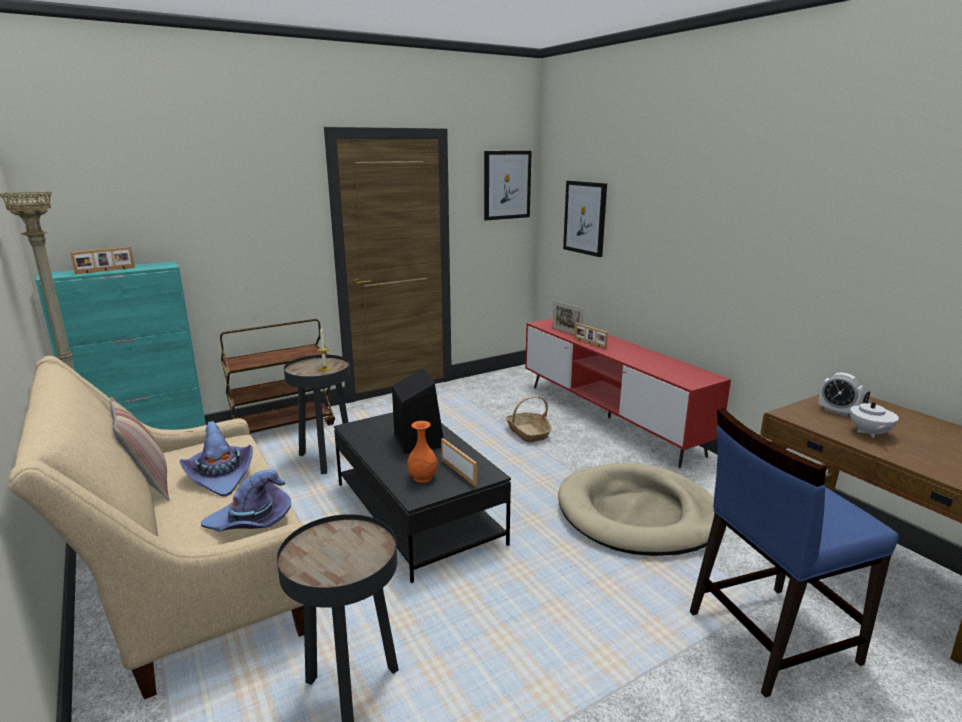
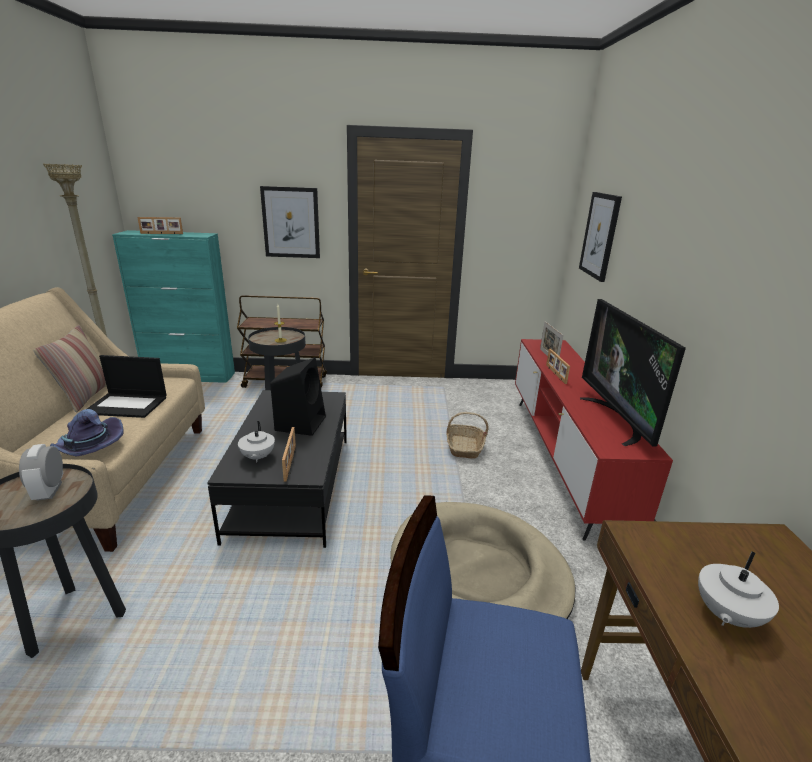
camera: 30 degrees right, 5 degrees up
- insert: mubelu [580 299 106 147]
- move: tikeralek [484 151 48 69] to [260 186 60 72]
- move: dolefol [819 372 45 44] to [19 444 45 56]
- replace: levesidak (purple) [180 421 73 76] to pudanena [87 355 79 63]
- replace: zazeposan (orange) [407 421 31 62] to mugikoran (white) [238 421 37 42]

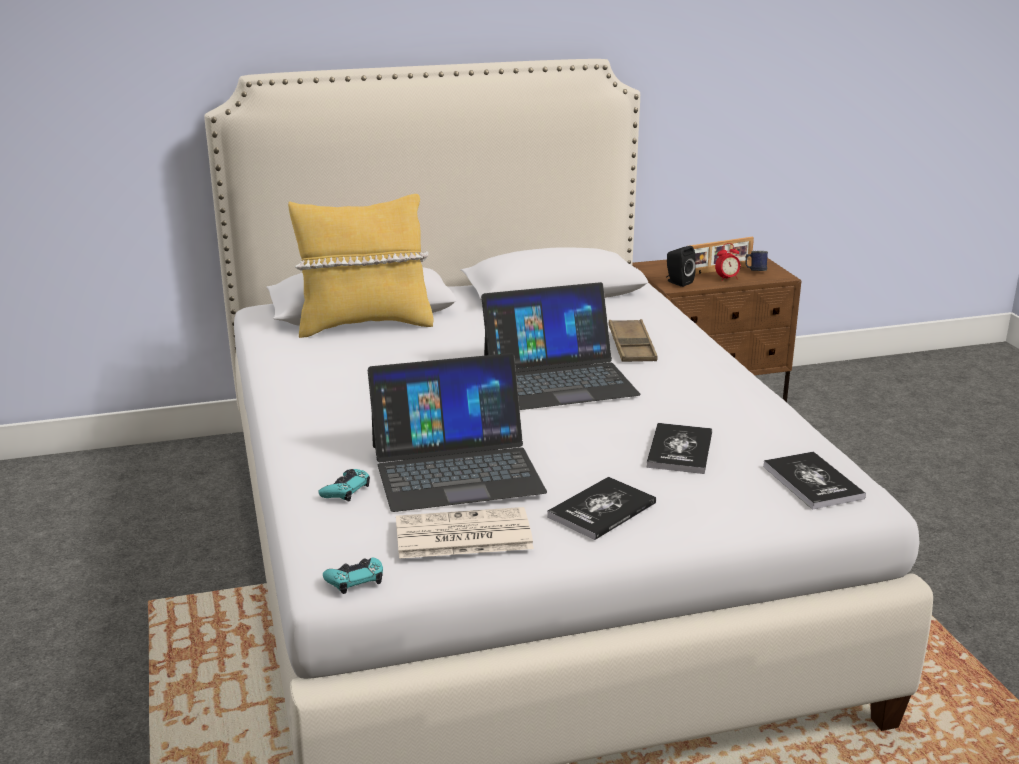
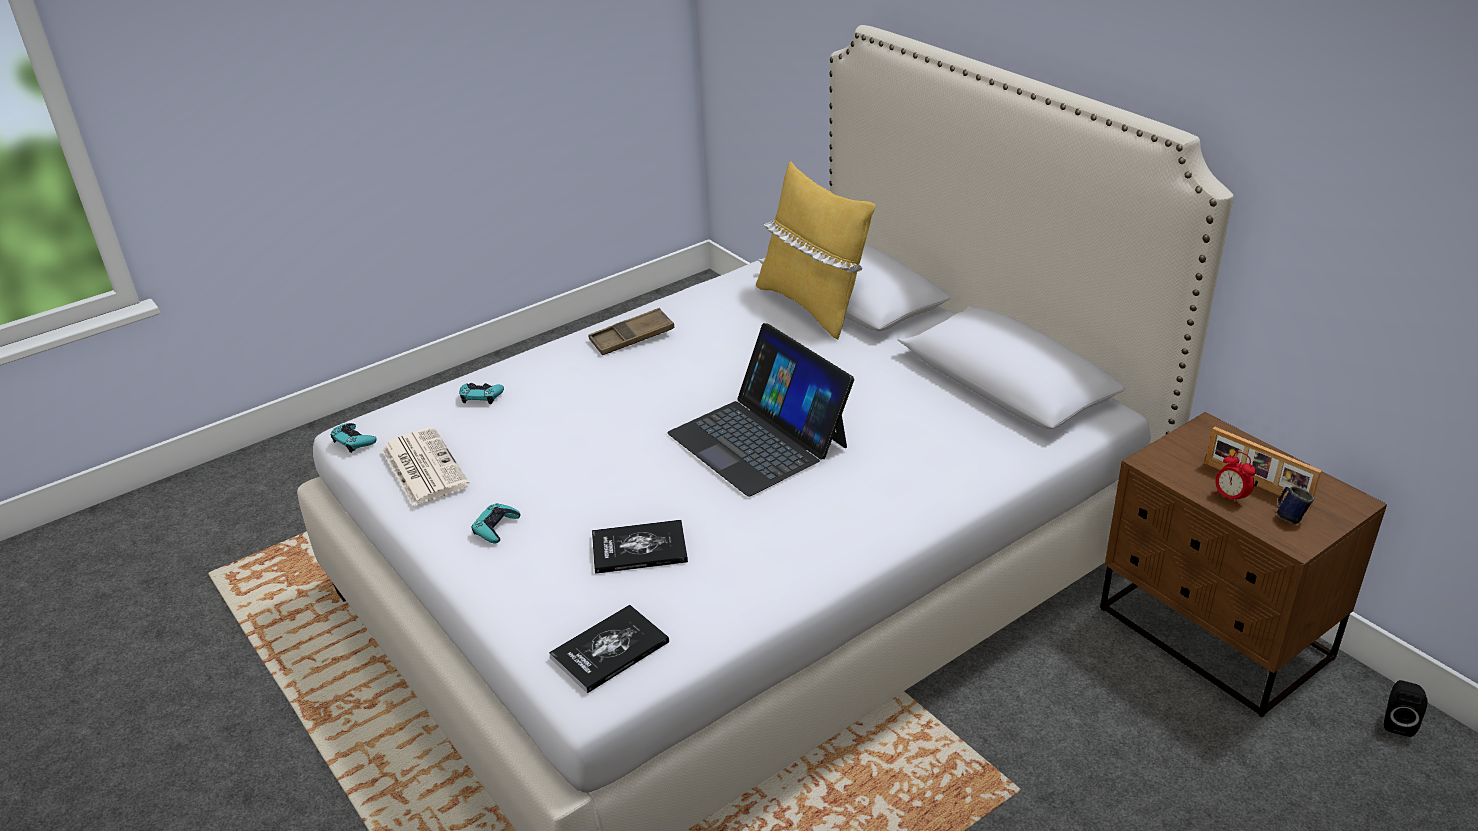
camera: 70 degrees right, 10 degrees up
- delete: pudanena [368 353 179 159]
- move: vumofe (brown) [609 319 49 43] to [588 308 86 47]
- move: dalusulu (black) [666 246 30 41] to [1384 680 44 57]
- replace: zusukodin [547 477 109 63] to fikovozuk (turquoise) [472 503 48 40]

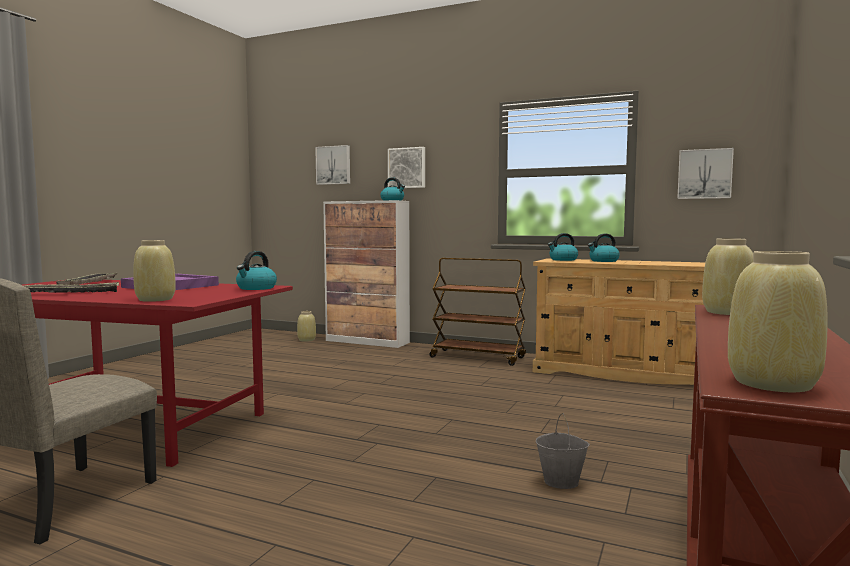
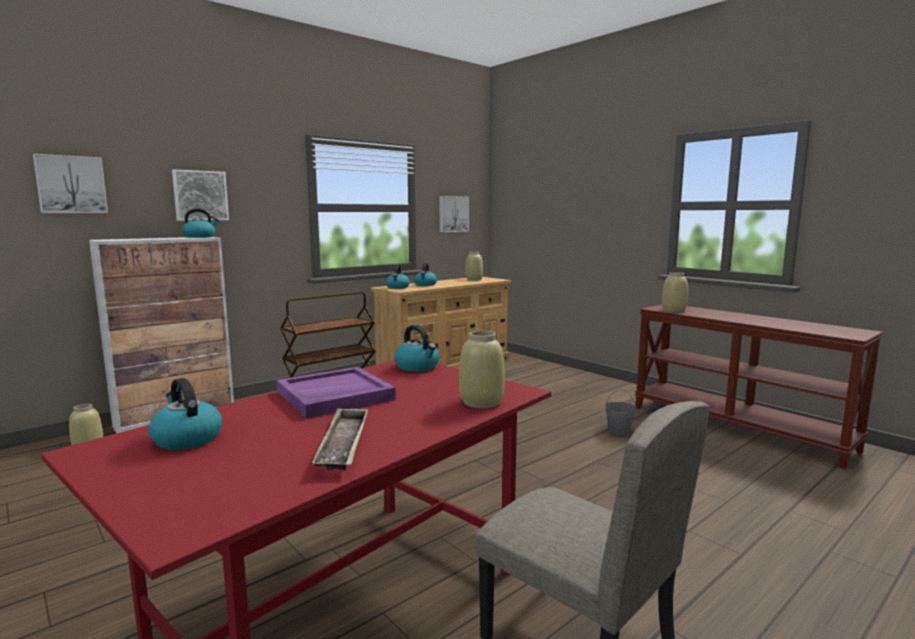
camera: 65 degrees left, 5 degrees up
- move: zazeposan (beige) [728 251 100 141] to [465 252 18 29]
- replace: vumofe [54 273 63 12] to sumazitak [148 378 74 72]

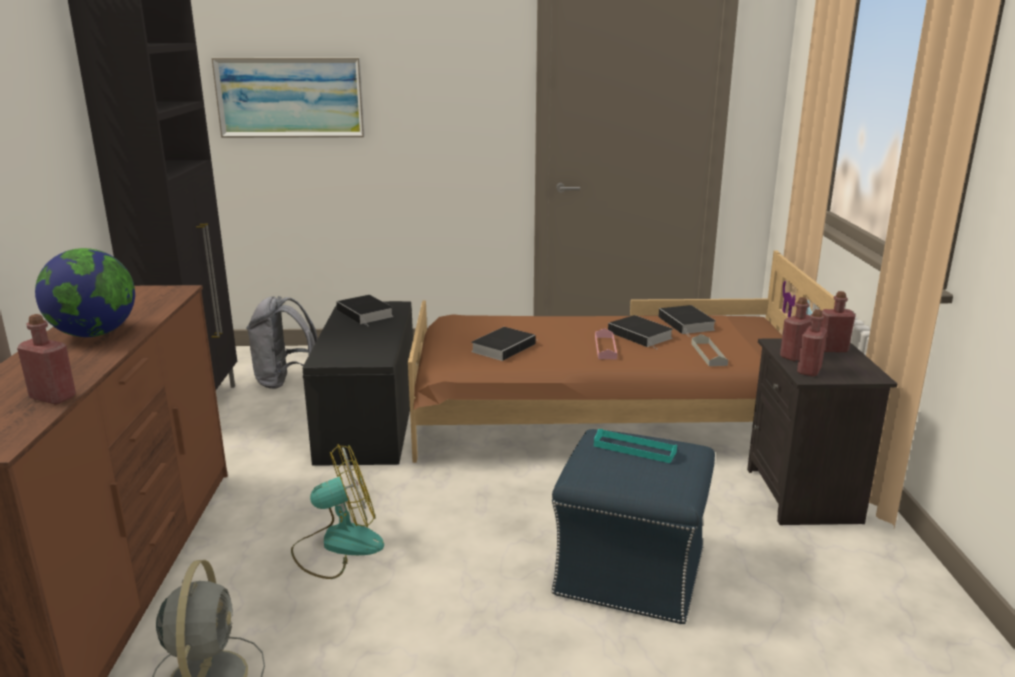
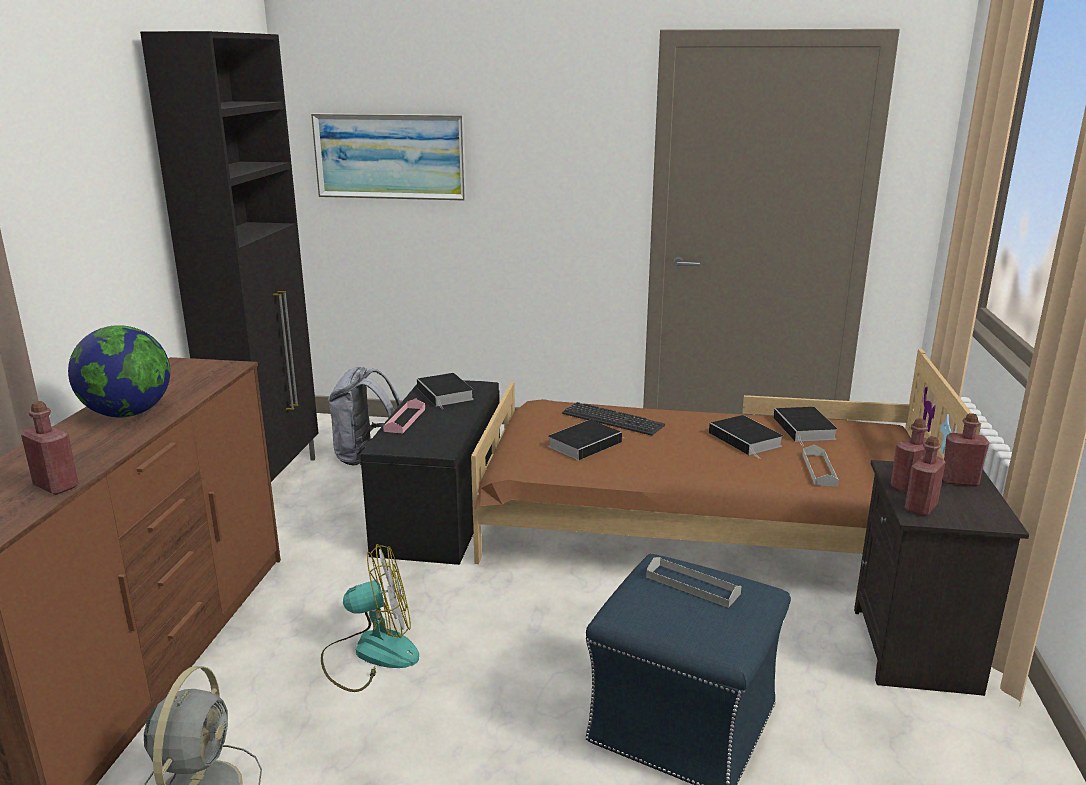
camera: 10 degrees right, 0 degrees up
- insert: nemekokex [562 402 103 34]
- move: vumofe (pink) [595 328 22 31] to [383 398 42 36]
- recolor: vumofe (turquoise) [594 429 83 34] to vumofe (grey) [646 557 96 51]

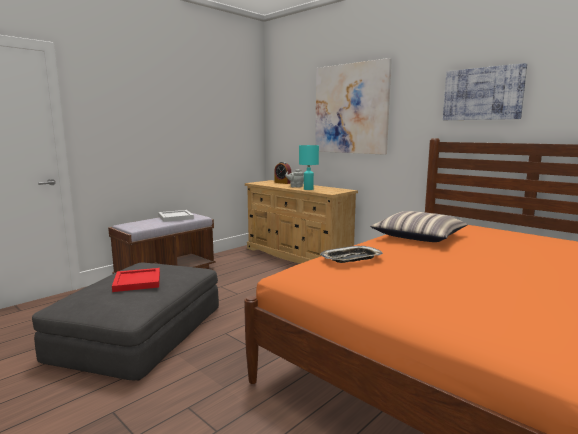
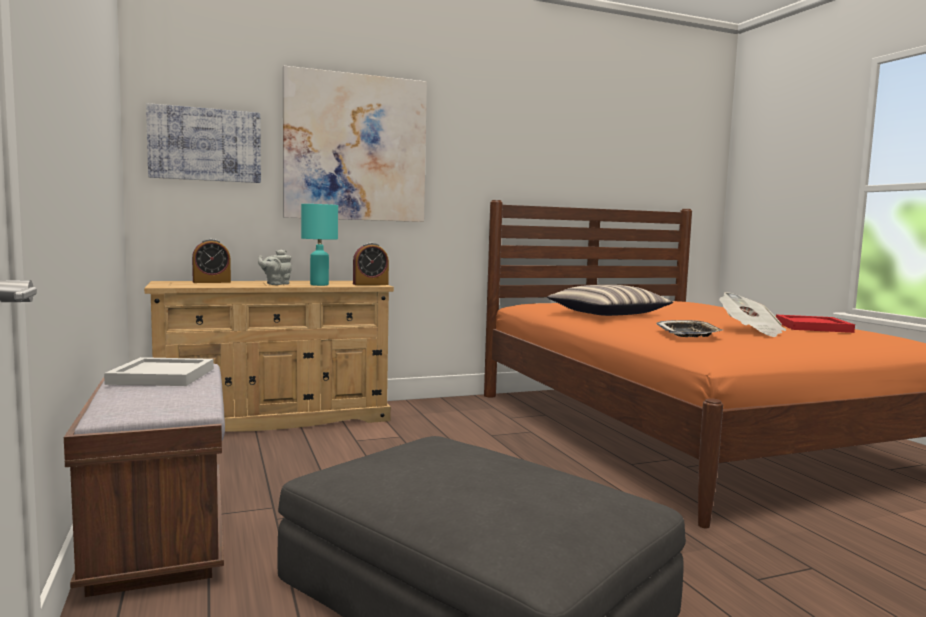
camera: 65 degrees left, 5 degrees down
- insert: dolefol [353 242 36 43]
- insert: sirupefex [719 292 67 45]
- move: vumofe (red) [112 268 48 24] to [776 315 79 18]
- move: tikeralek [443 63 84 57] to [146 103 115 80]

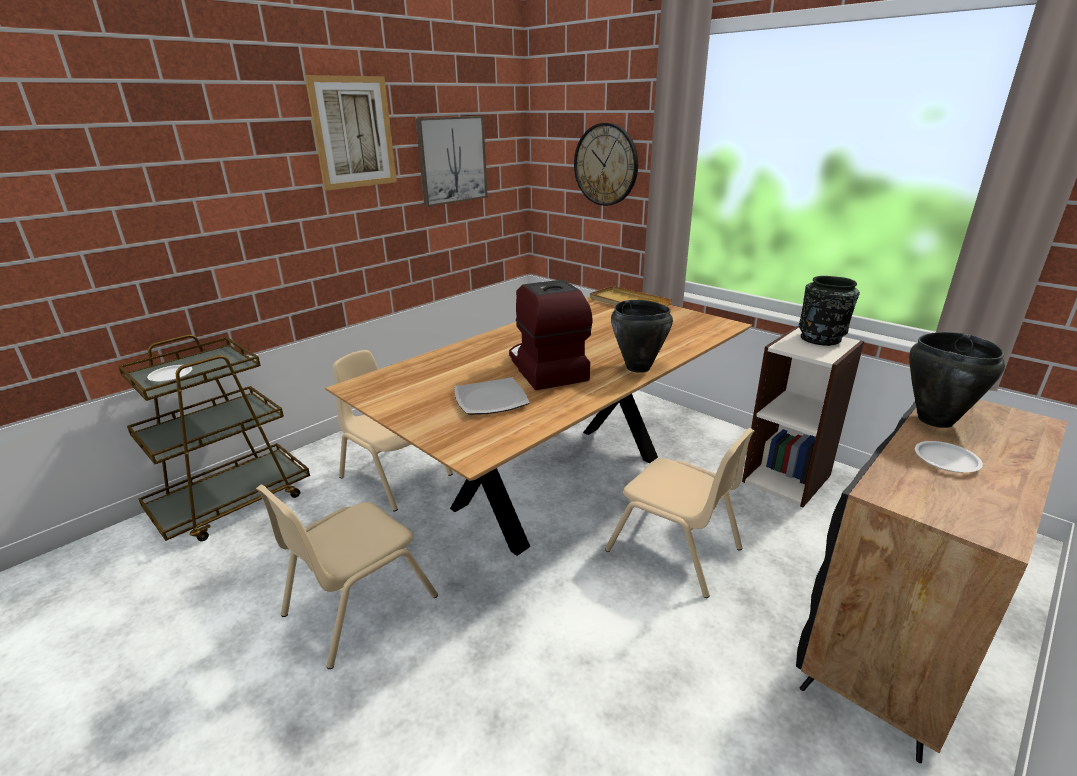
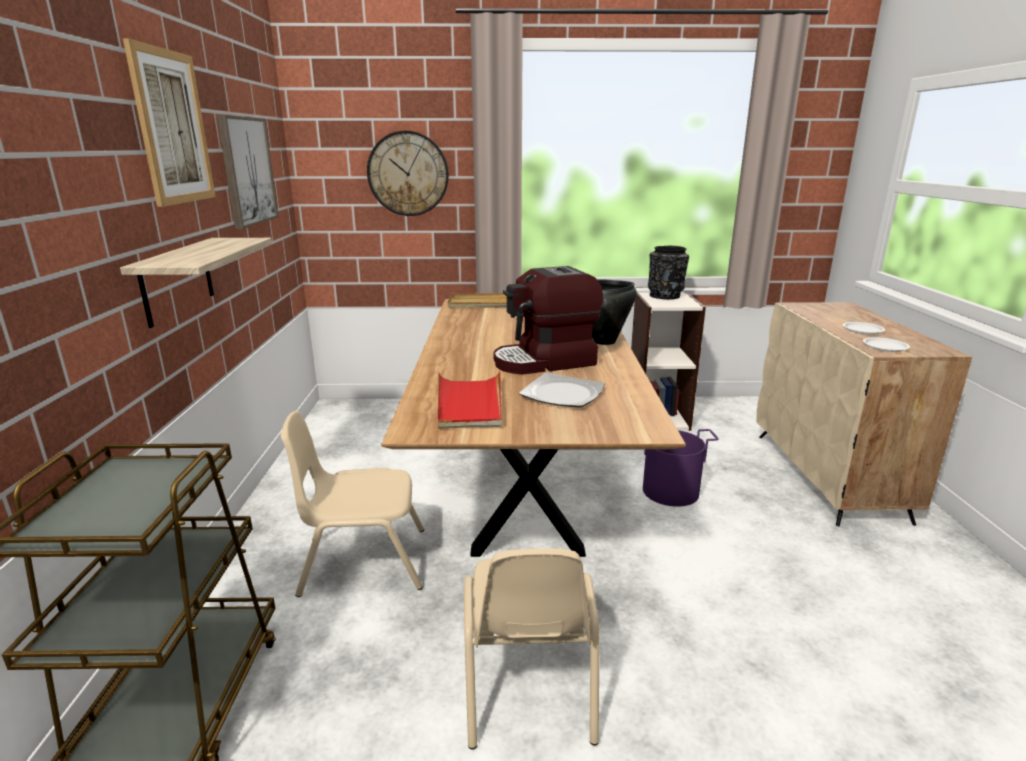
camera: 45 degrees left, 5 degrees down
- delete: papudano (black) [909 332 96 96]
- insert: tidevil [120 238 152 90]
- insert: vumofe (red) [438 371 64 58]
- move: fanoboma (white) [147 365 45 17] to [863 337 47 15]
- replace: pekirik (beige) [605 428 149 170] to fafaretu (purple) [643 429 76 78]
- recolor: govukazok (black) [796 399 271 364] to govukazok (beige) [756 302 216 224]
- rotate: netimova [509 280 83 110] = [494 266 109 109] 45 degrees counterclockwise

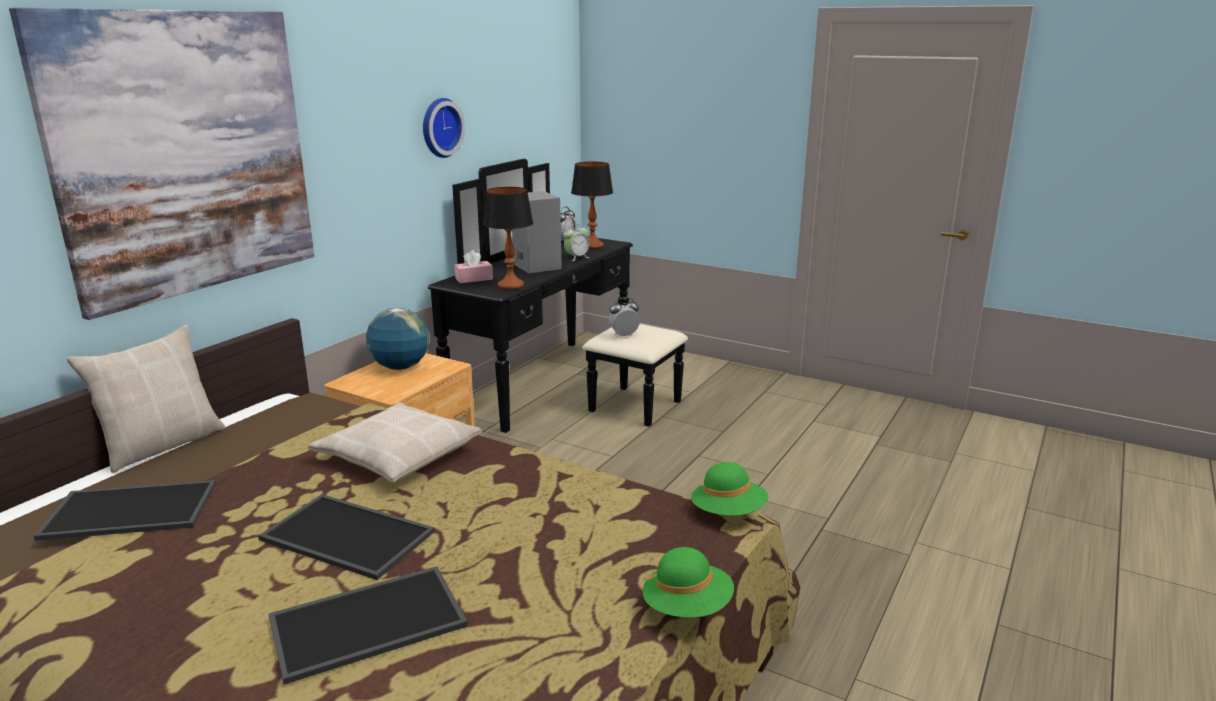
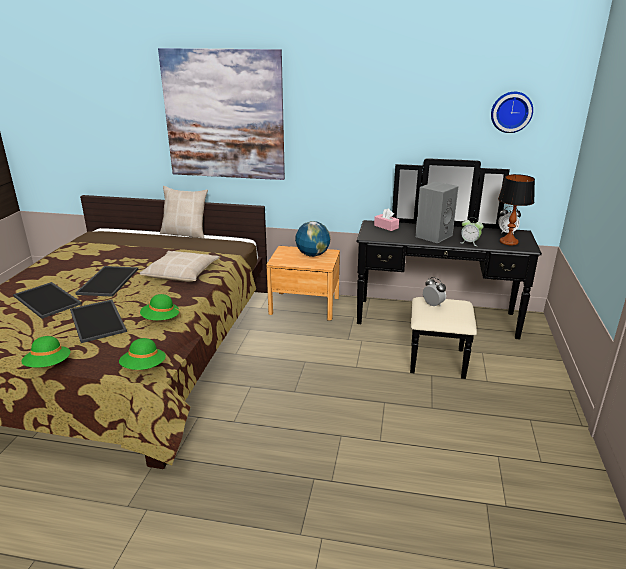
camera: 70 degrees right, 5 degrees up
- delete: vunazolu [483 187 50 103]
- insert: levesidak (green) [140 294 41 26]
- move: vumofe [34 480 182 61] to [70 299 57 44]
- move: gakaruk [423 98 42 60] to [491 92 42 41]

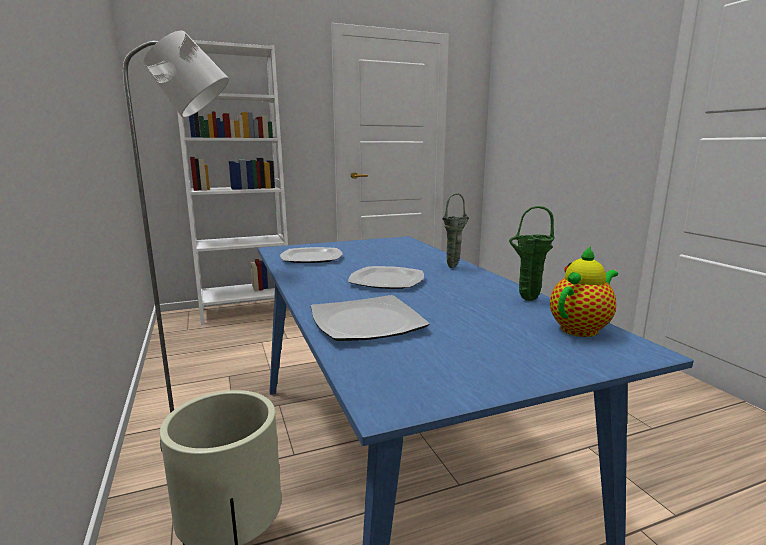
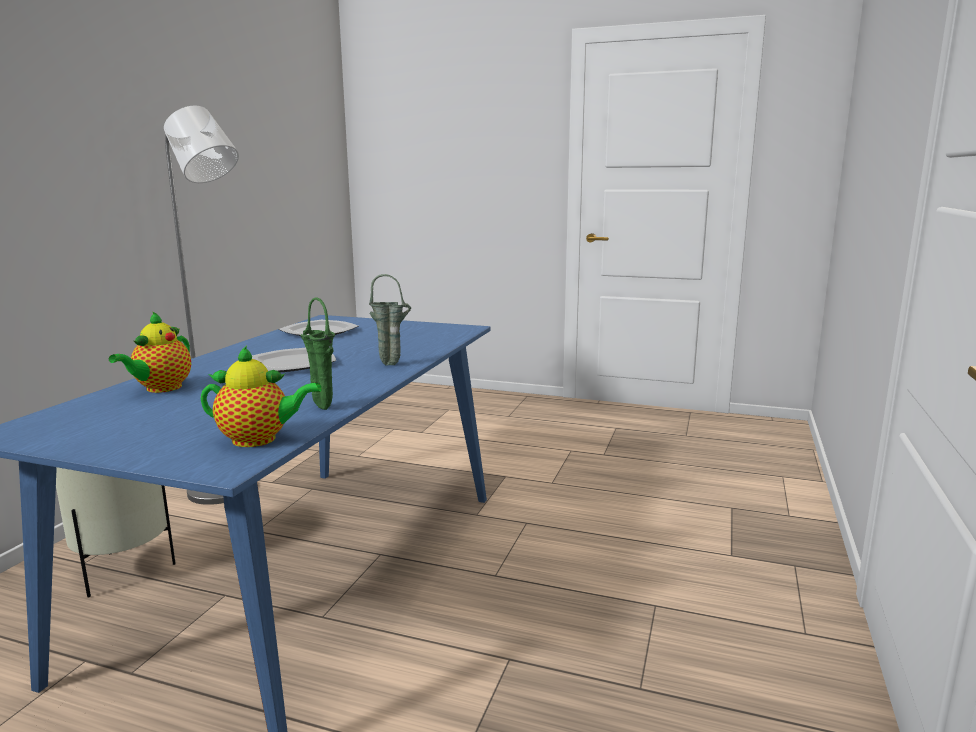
camera: 40 degrees right, 0 degrees up
- delete: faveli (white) [177 40 114 285]
- replace: fanoboma [311 295 119 46] to mugikoran [109 311 82 82]

